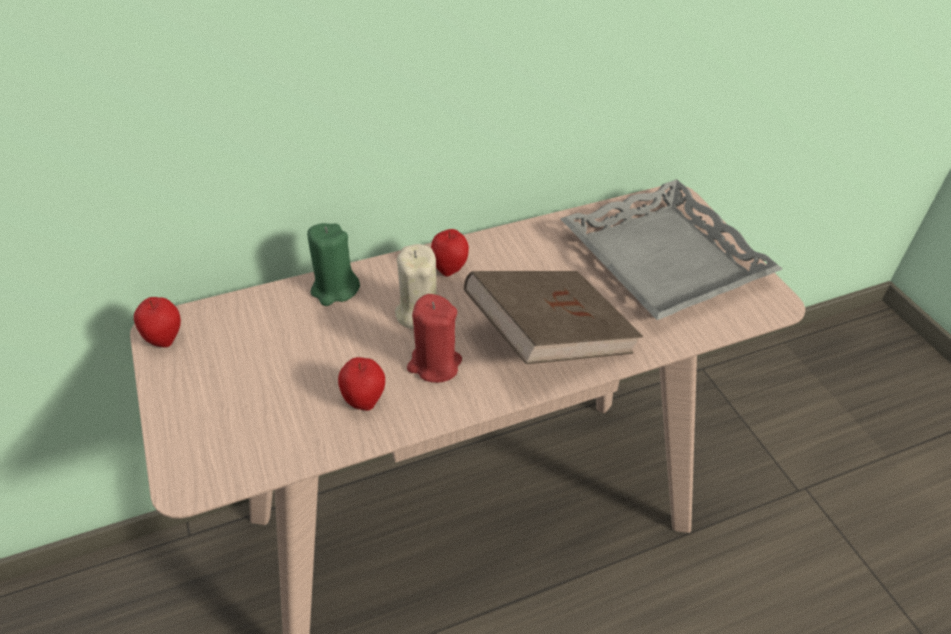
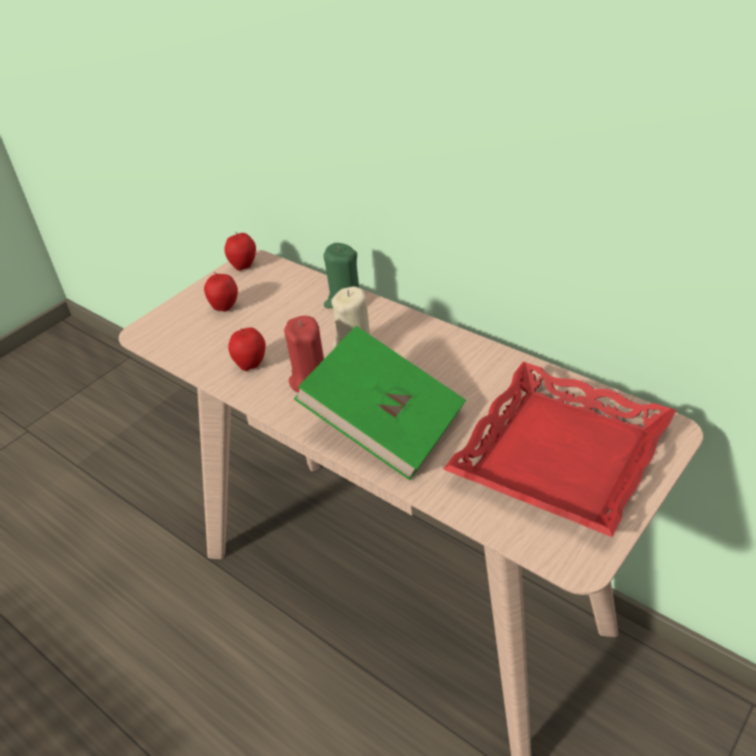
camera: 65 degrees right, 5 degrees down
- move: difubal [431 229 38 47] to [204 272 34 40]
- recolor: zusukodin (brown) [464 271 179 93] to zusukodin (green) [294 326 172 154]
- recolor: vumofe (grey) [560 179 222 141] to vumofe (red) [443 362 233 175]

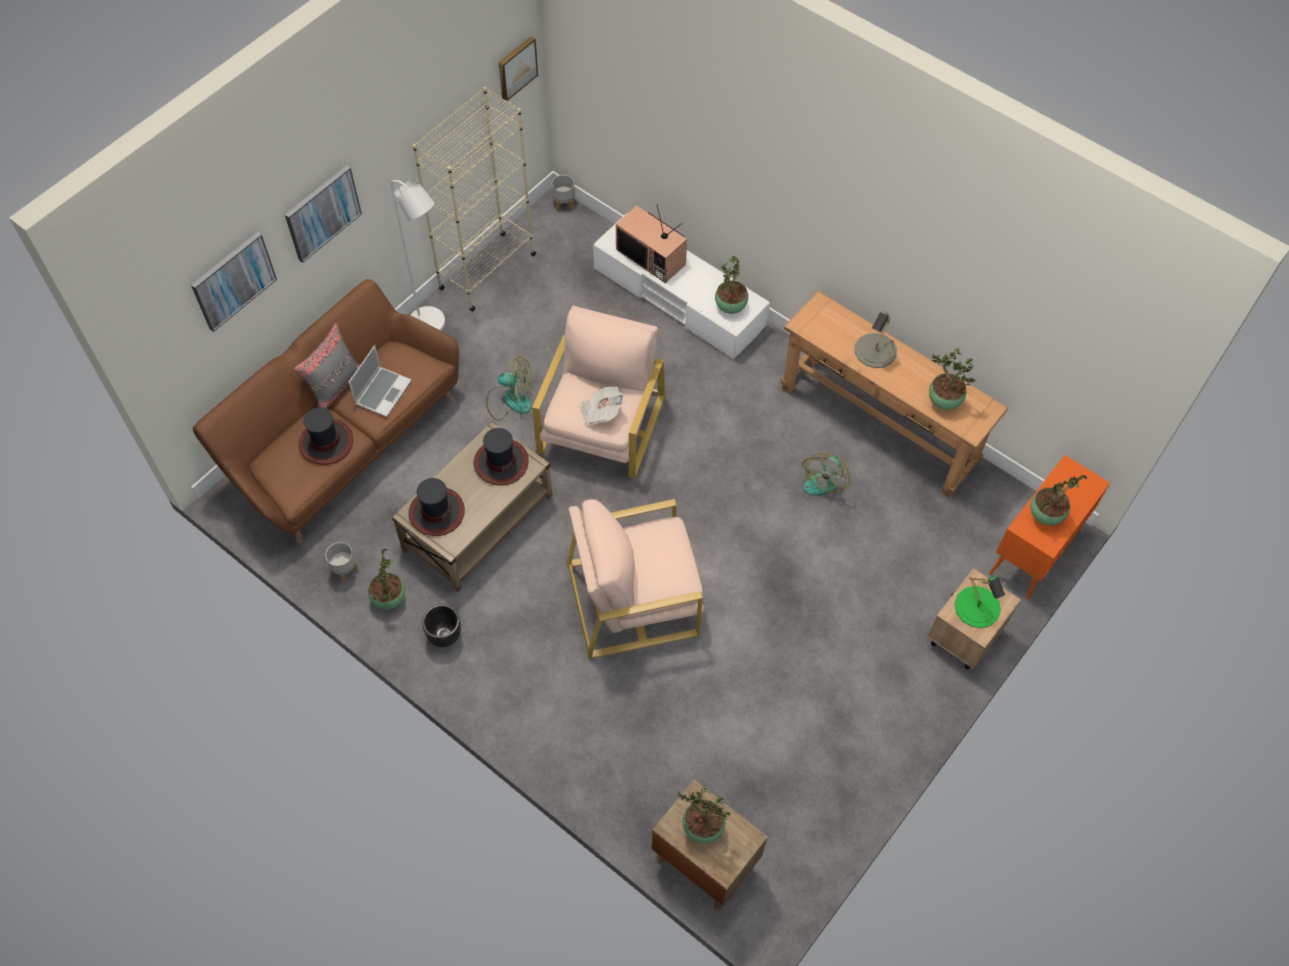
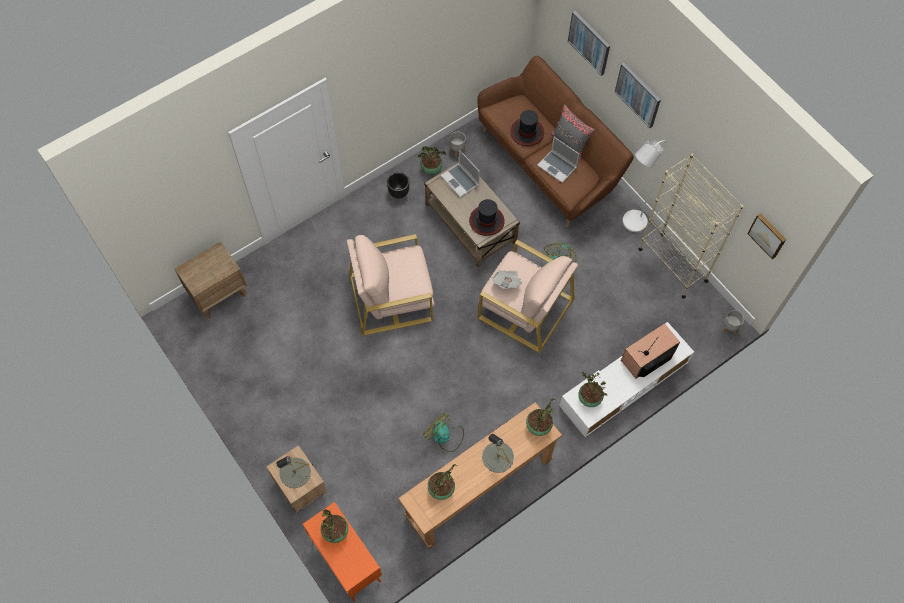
camera: 105 degrees right, 5 degrees up
- move: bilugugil [678 786 53 58] to [526 399 29 37]
- replace: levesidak [408 478 57 58] to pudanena [441 150 39 47]
- recolor: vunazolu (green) [954 575 51 53] to vunazolu (grey) [276 456 35 32]
- rotate: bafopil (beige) [567 499 138 160] = [346 234 89 102] 105 degrees counterclockwise

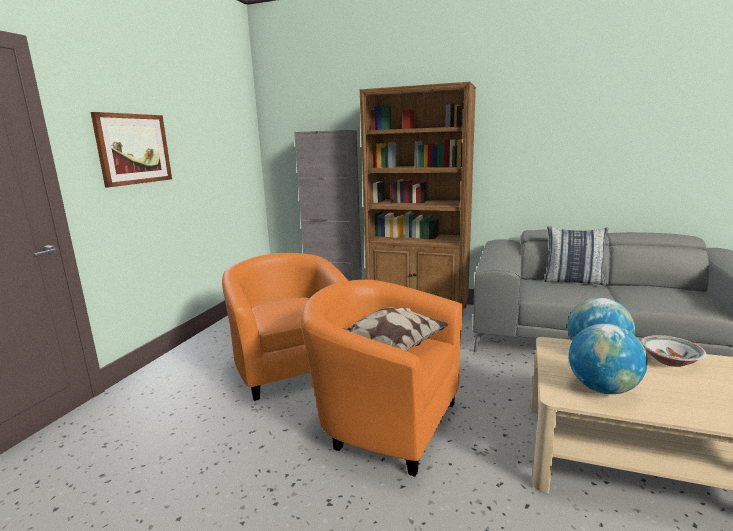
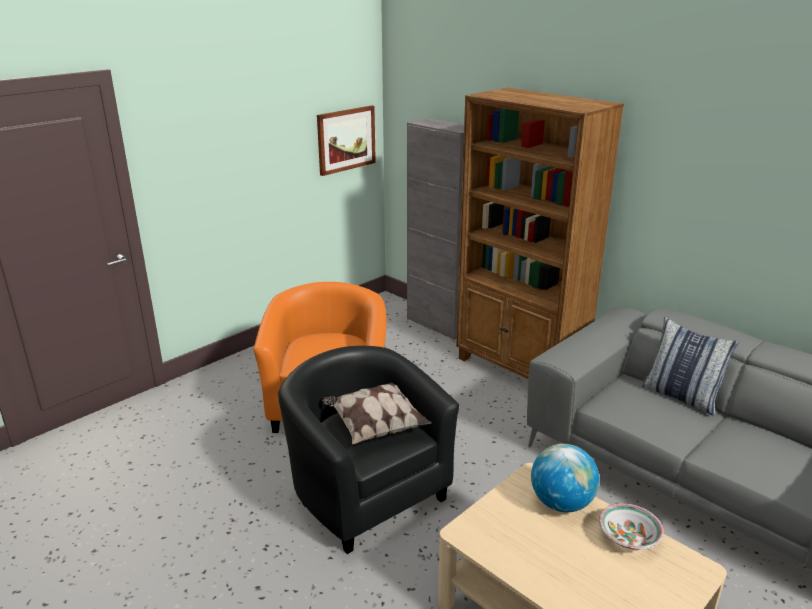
camera: 25 degrees right, 10 degrees up
- delete: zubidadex [569 324 79 70]
- move: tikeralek [91 112 81 75] to [317 105 59 71]
- recolor: bafopil (orange) [301 280 162 197] to bafopil (black) [278 346 181 208]

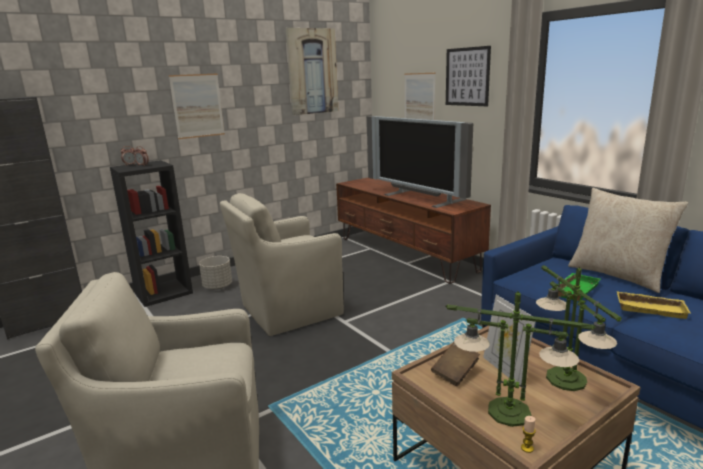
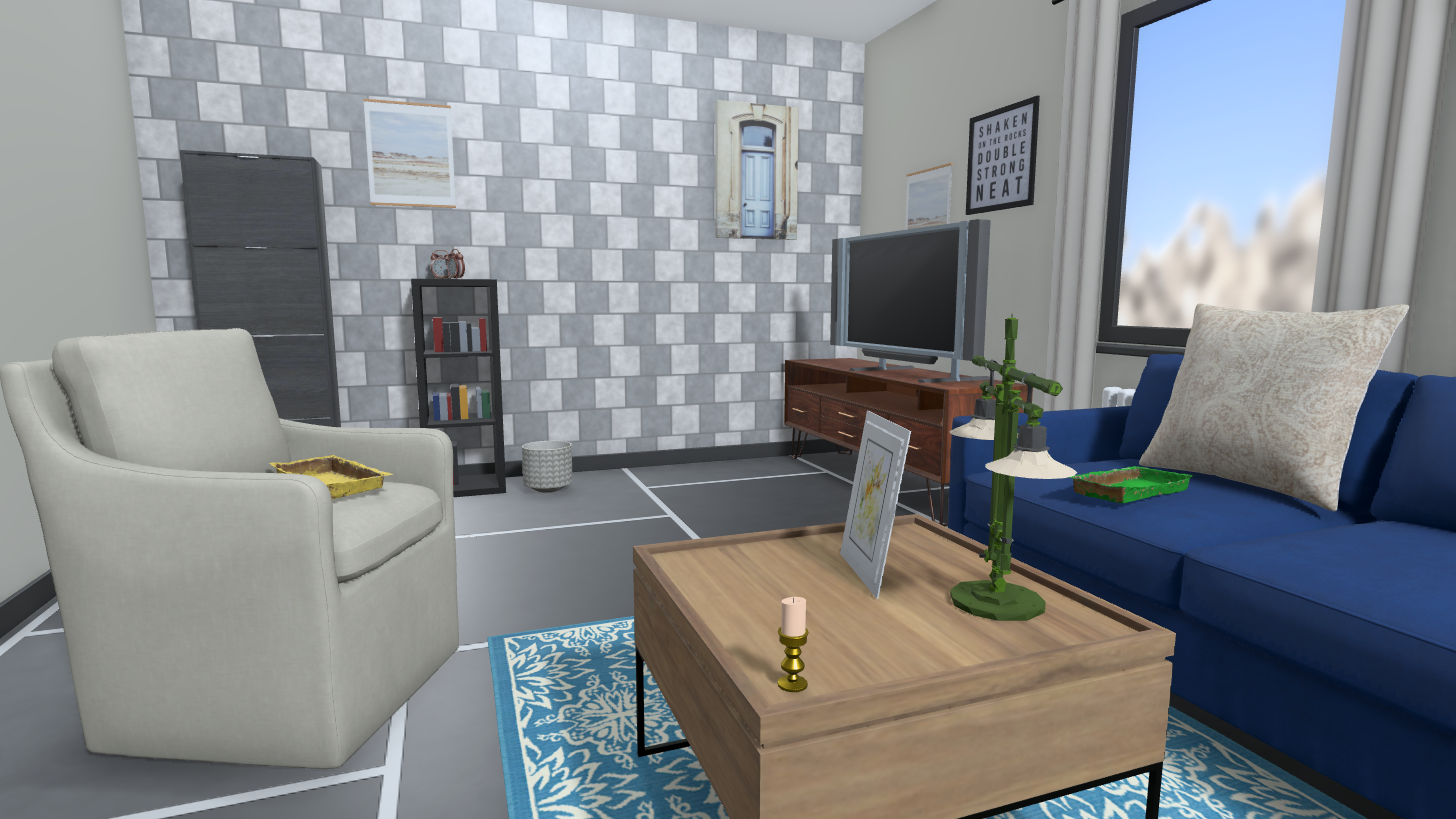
camera: 15 degrees right, 10 degrees down
- delete: bafopil (beige) [220 193 124 143]
- delete: zusukodin (brown) [431 342 49 44]
- delete: vunazolu [446 291 149 136]
- move: tikeralek [169 73 56 66] to [363 99 93 109]
- move: vumofe (yellow) [617 291 73 28] to [270 455 124 44]

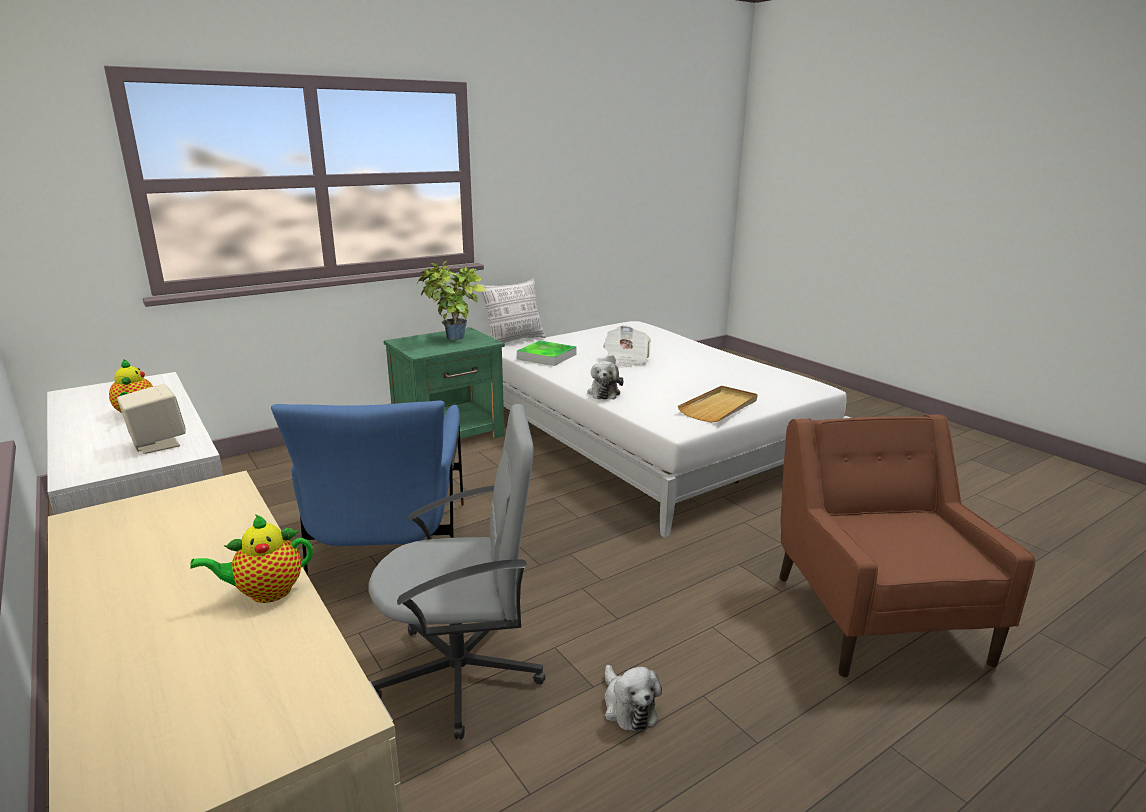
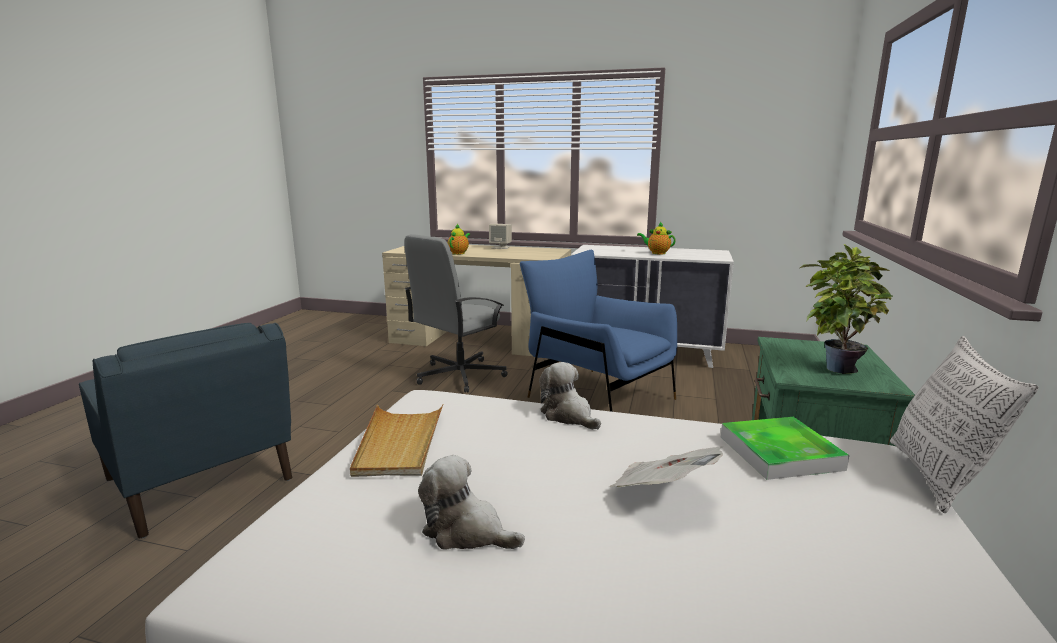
camera: 140 degrees right, 5 degrees down
- move: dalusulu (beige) [117 384 69 70] to [489 224 23 25]
- move: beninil [605 665 57 67] to [418 455 107 94]
- recolor: bafopil (brown) [779 414 257 264] to bafopil (blue) [79 323 213 216]

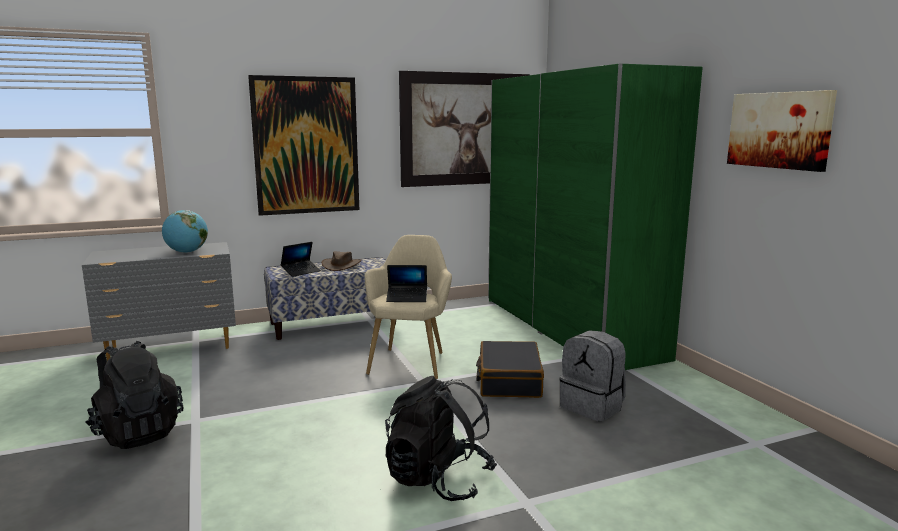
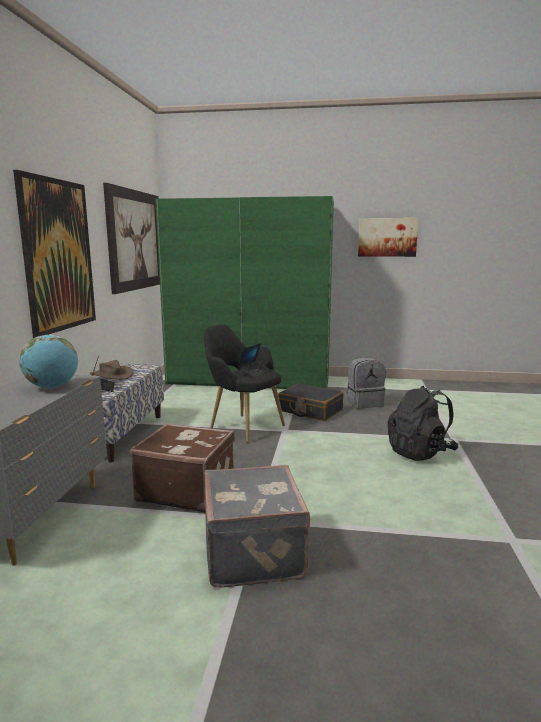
camera: 60 degrees left, 0 degrees up
- insert: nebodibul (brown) [130 423 105 89]
- replace: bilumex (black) [86 341 97 108] to nebodibul (grey) [204 465 106 123]
- recolor: bafopil (beige) [365 235 87 144] to bafopil (black) [204 325 81 118]

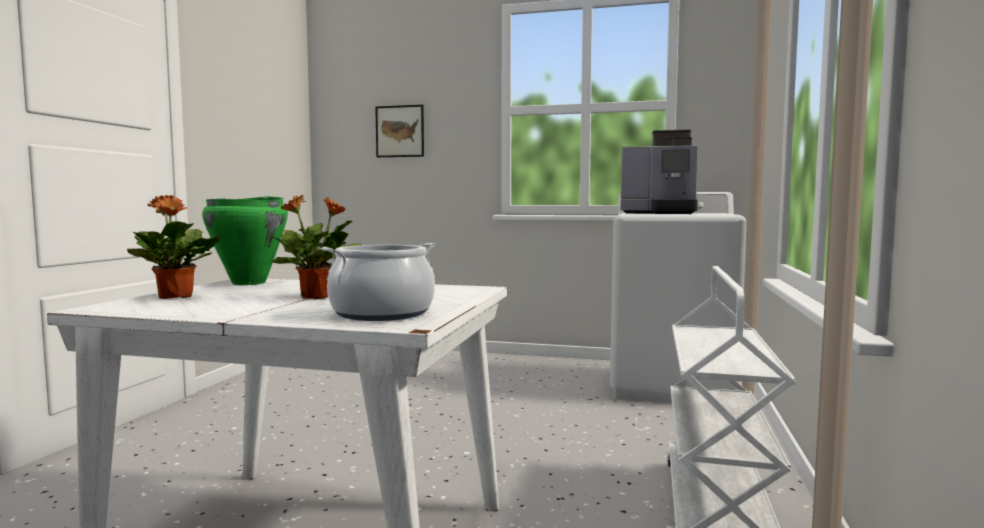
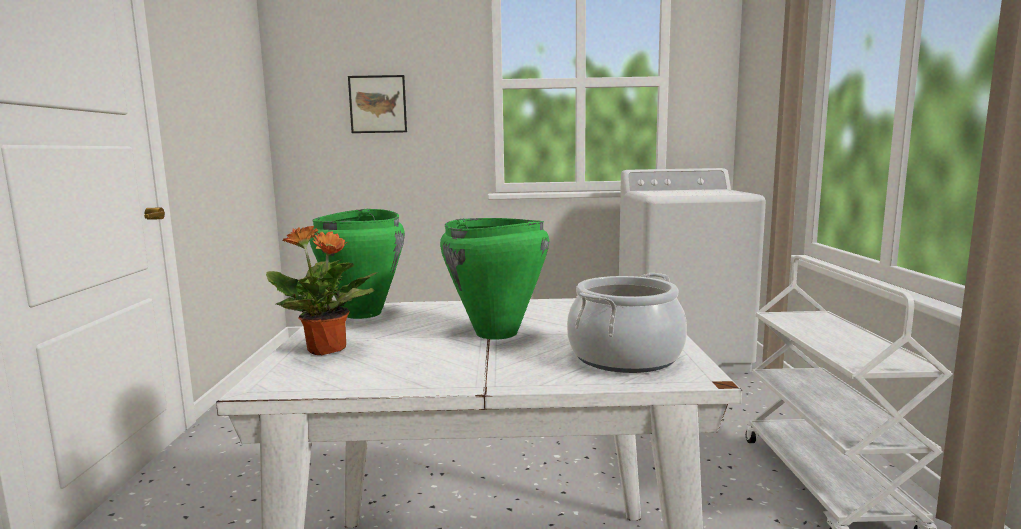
camera: 15 degrees left, 5 degrees up
- delete: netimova [621 130 77 84]
- replace: bilugugil [268 195 94 104] to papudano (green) [440 218 109 121]

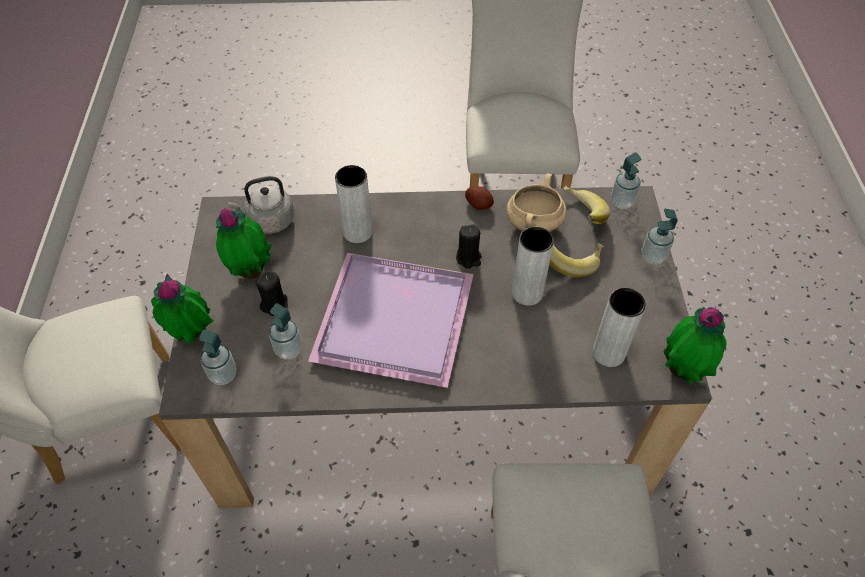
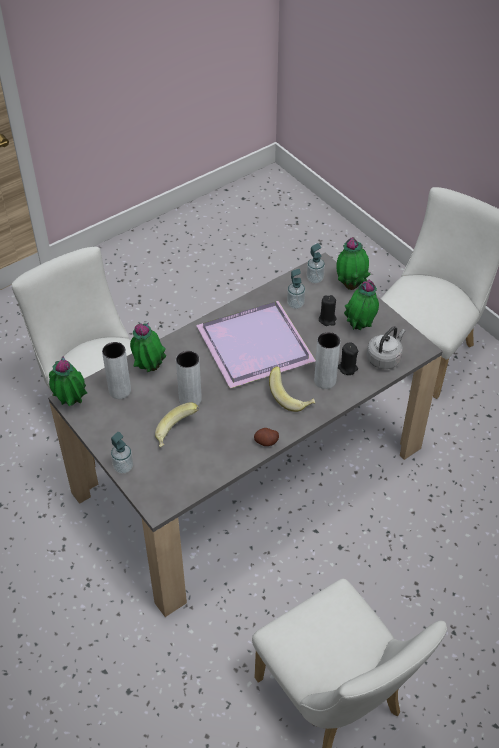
camera: 145 degrees right, 5 degrees down
- delete: papudano (beige) [506 173 61 59]
- delete: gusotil [611 153 30 56]
- insert: bilugugil [130 322 36 50]
- move: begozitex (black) [456 224 25 45] to [338 342 20 33]
- move: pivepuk [564 186 46 38] to [269 366 46 46]

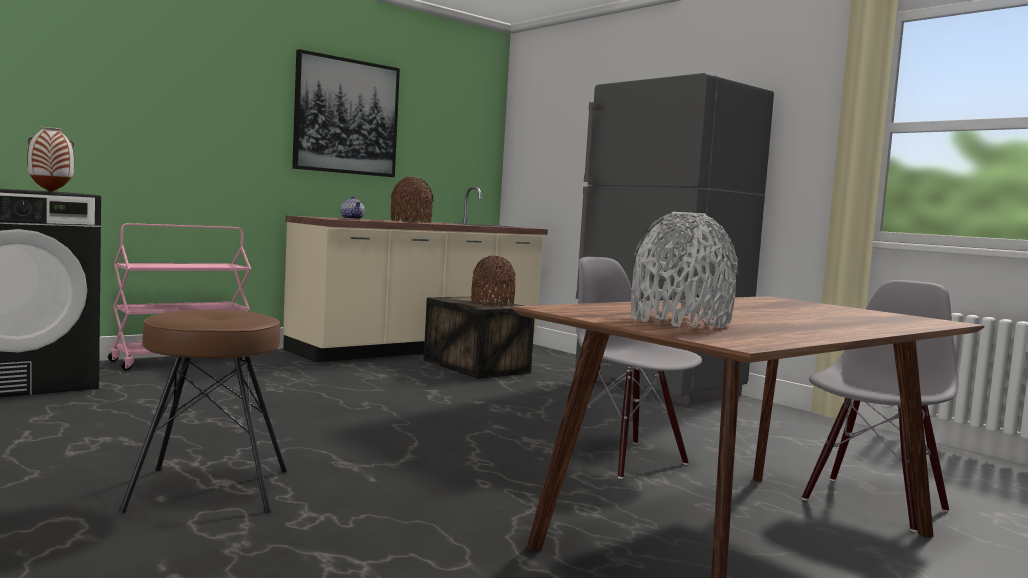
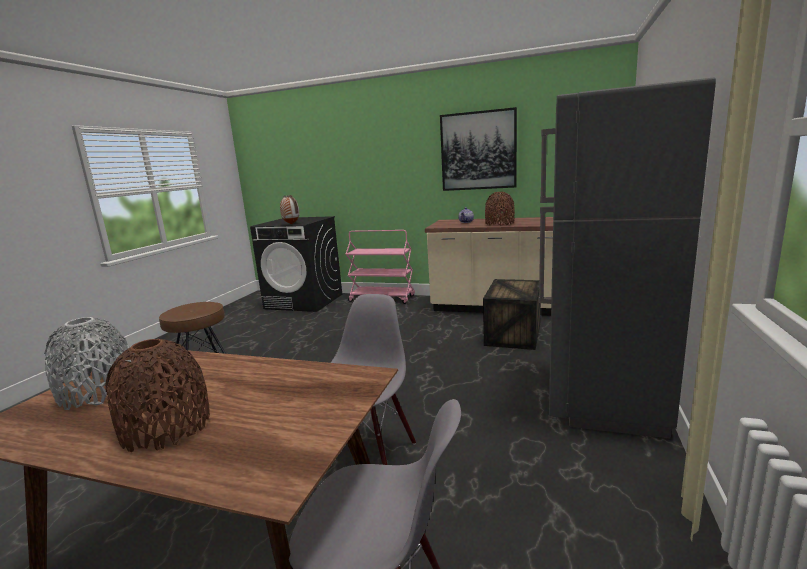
camera: 60 degrees right, 10 degrees up
- move: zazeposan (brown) [471 256 45 50] to [105 339 105 113]

